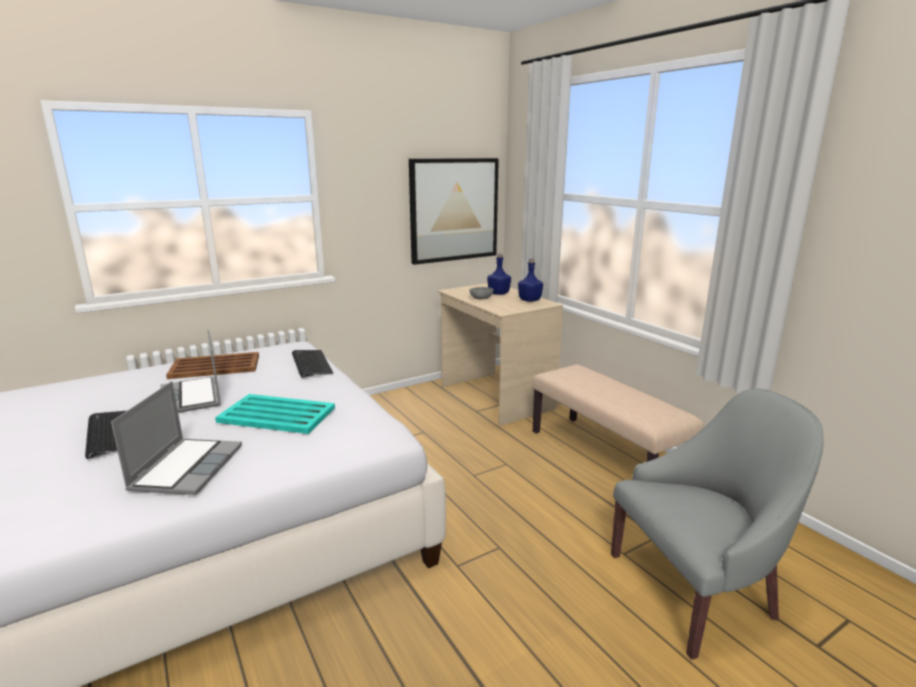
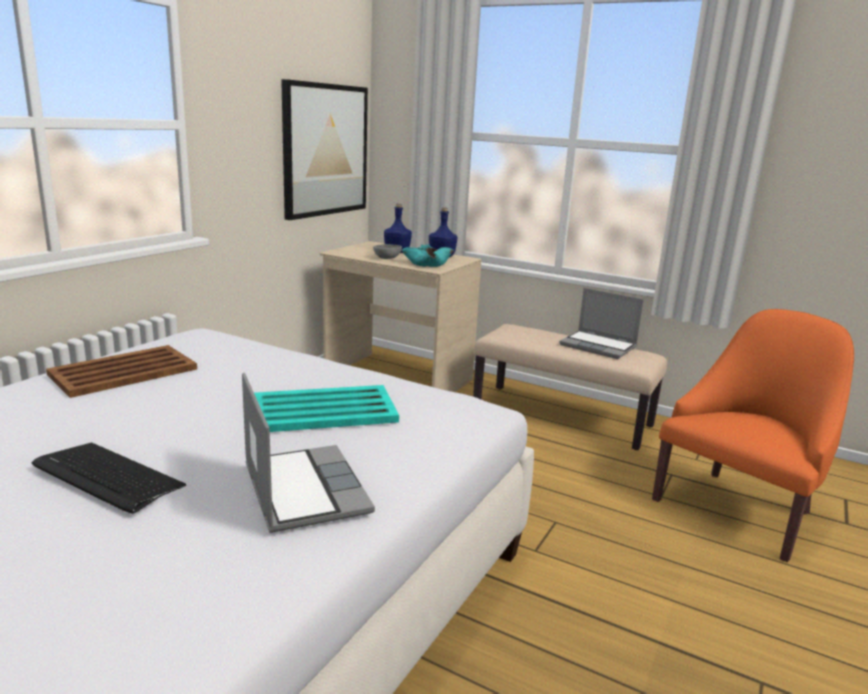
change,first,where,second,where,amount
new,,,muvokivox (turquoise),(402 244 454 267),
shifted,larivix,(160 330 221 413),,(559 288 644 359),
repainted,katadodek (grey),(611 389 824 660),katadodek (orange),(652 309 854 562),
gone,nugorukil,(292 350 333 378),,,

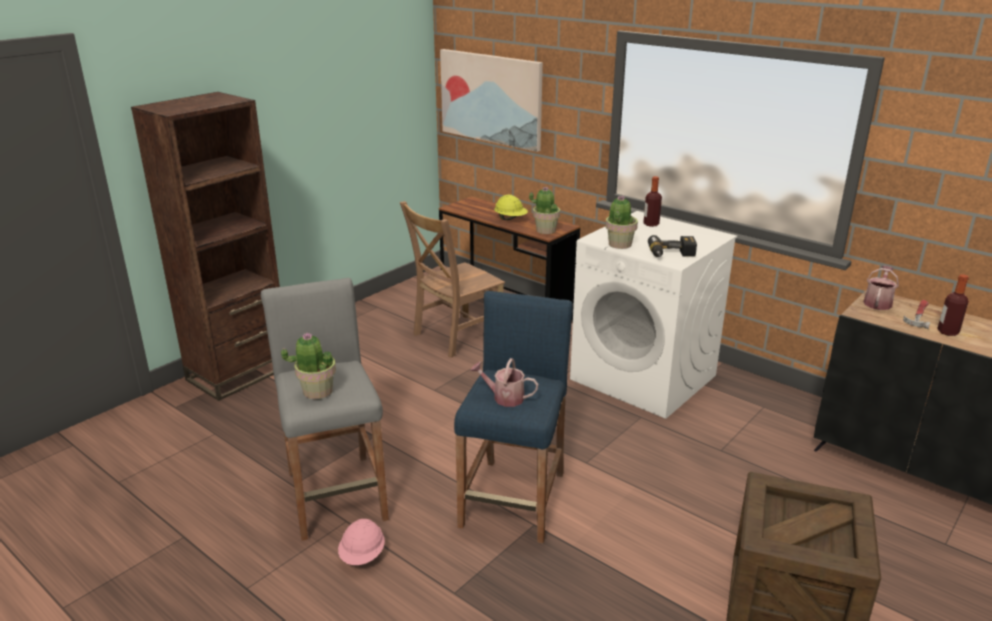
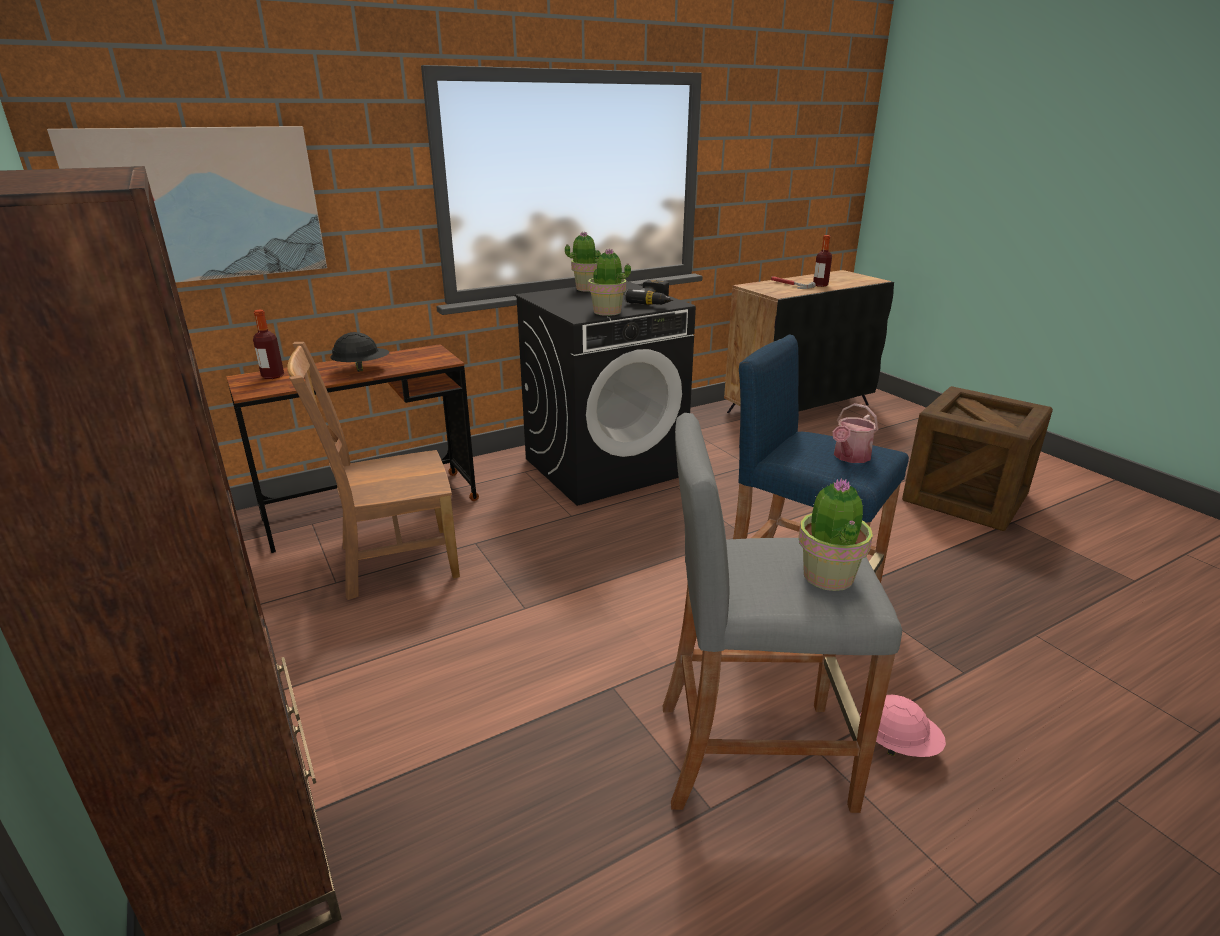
change,first,where,second,where,amount
shifted,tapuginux,(643 176 662 227),,(253 310 284 379),
rotated,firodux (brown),(400 201 505 358),,(287 342 460 600),90 degrees clockwise
repainted,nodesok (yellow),(494 194 528 220),nodesok (black),(330 332 389 372),
repainted,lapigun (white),(570 211 737 419),lapigun (black),(515 281 696 506),
shifted,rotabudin,(529 187 560 234),,(565 231 601 292),
gone,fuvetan,(863 266 899 310),,,

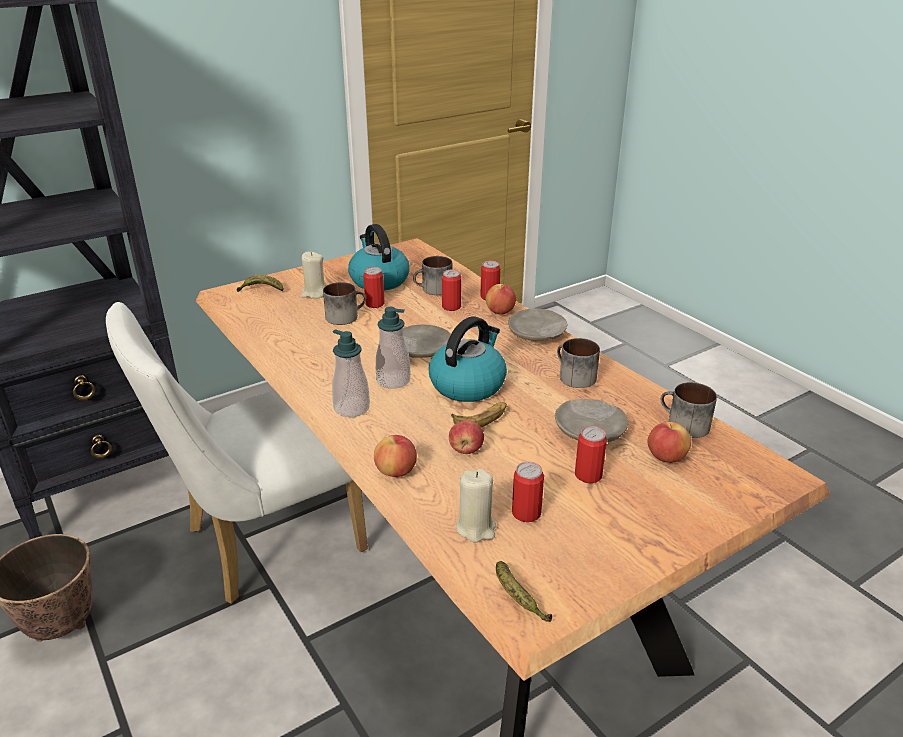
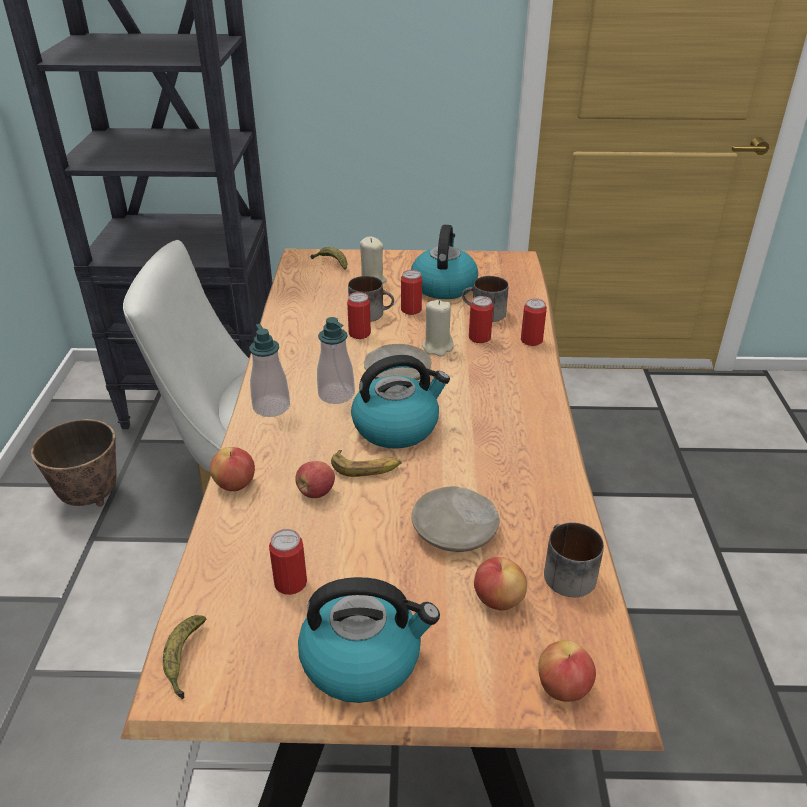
change,first,where,second,where,amount
new,,,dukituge,(298 577 440 703),
shifted,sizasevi,(575 426 607 483),,(347 292 371 339),
shifted,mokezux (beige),(456 469 496 542),,(422 300 454 357),
shifted,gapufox,(486 284 516 315),,(538 640 596 702),
gone,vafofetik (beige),(508 308 567 341),,,
gone,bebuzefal,(557 338 600 388),,,

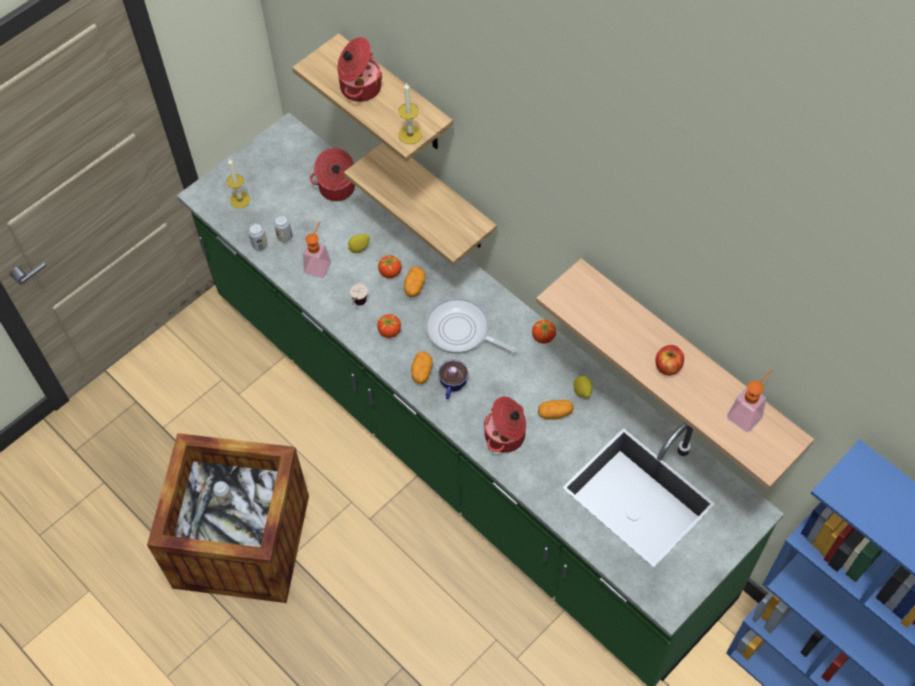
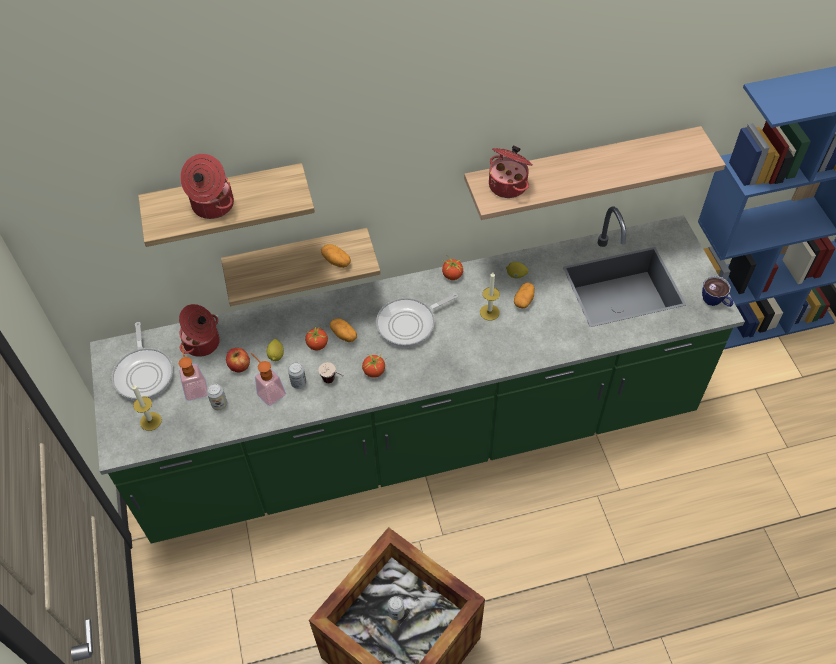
change,first,where,second,where,amount
new,,,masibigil,(112 322 173 401),
shifted,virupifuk,(727 370 772 432),,(179 345 208 401),
shifted,gapufox,(655 345 684 376),,(226 348 250 372),
shifted,sizasevi,(248 223 267 251),,(288 362 307 389),
shifted,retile,(411 351 433 384),,(321 244 351 268),
shifted,mokezux,(398 82 422 144),,(480 272 500 321),
shifted,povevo,(484 396 526 453),,(489 145 533 198),
shifted,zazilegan,(438 359 469 399),,(702 276 734 307),

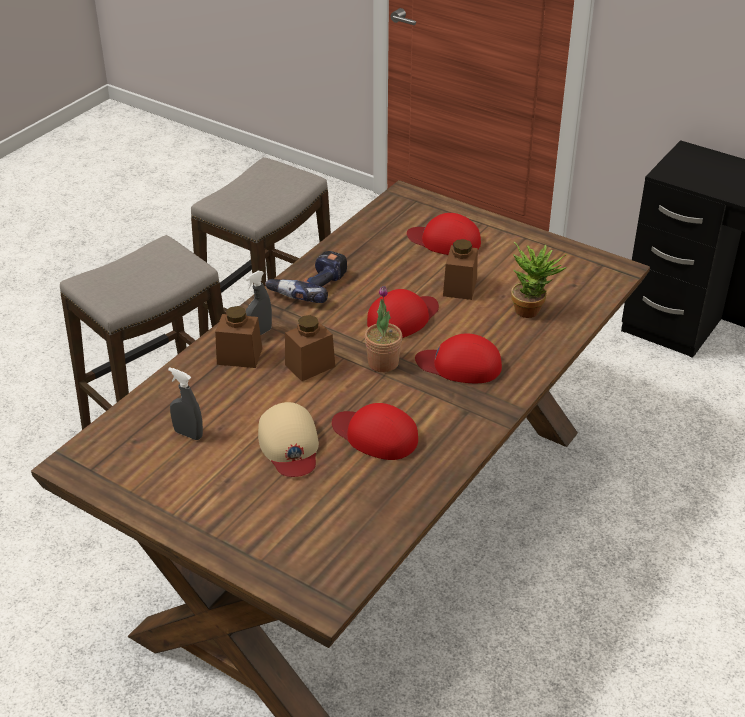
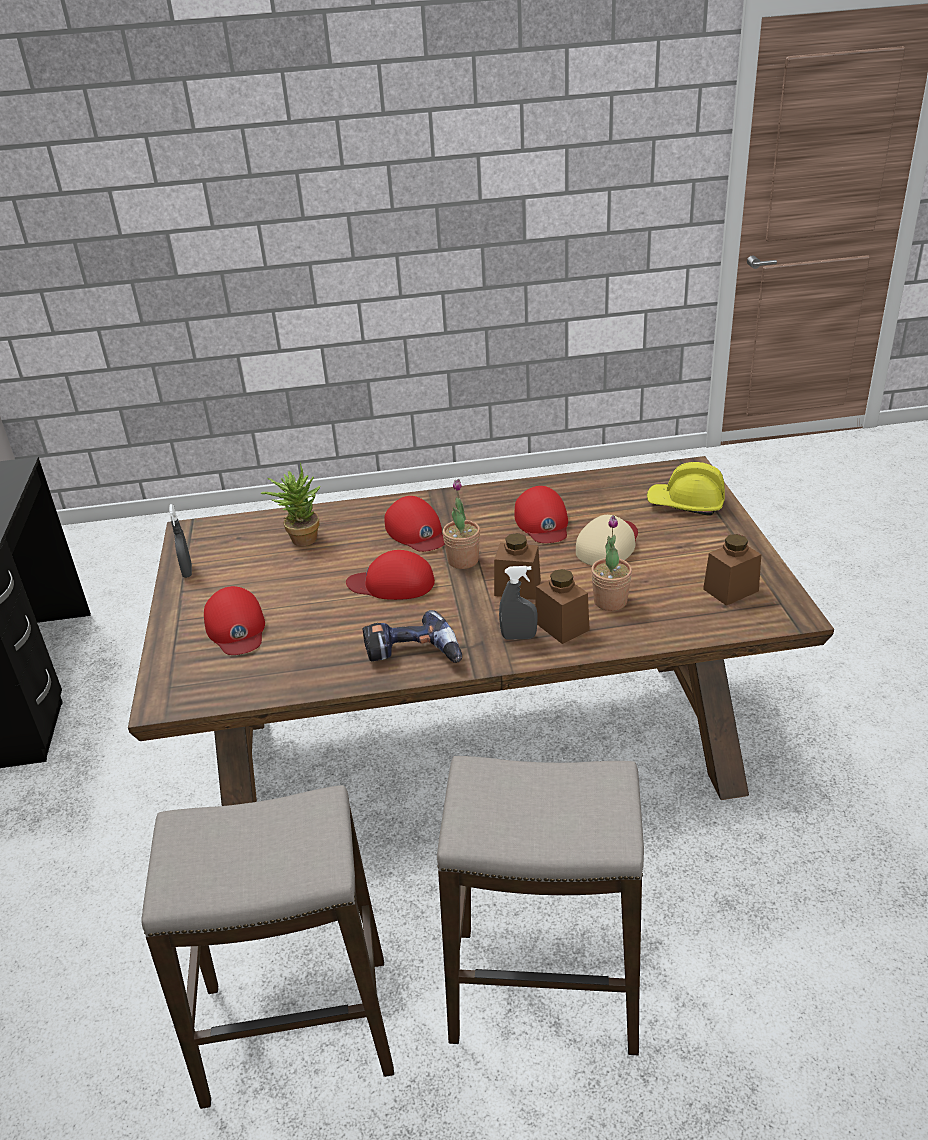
change,first,where,second,where,amount
shifted,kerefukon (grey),(168 367 203 440),,(169 504 192 578),
new,,,rotabudin,(591 515 632 611),
new,,,nodesok (yellow),(647 462 725 515),
shifted,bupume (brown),(443 239 478 300),,(703 534 761 606),

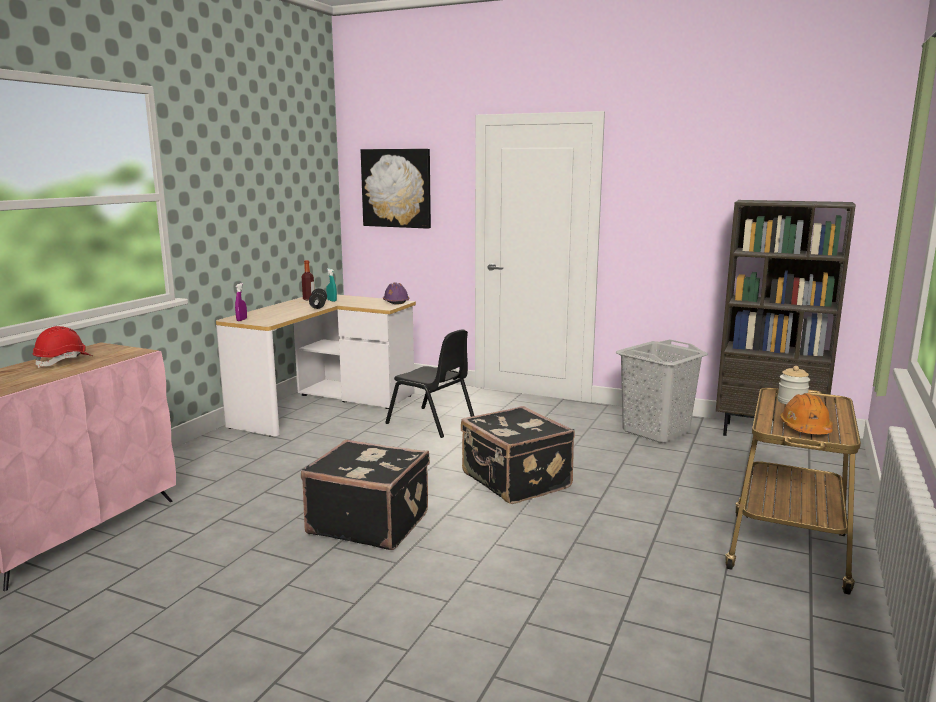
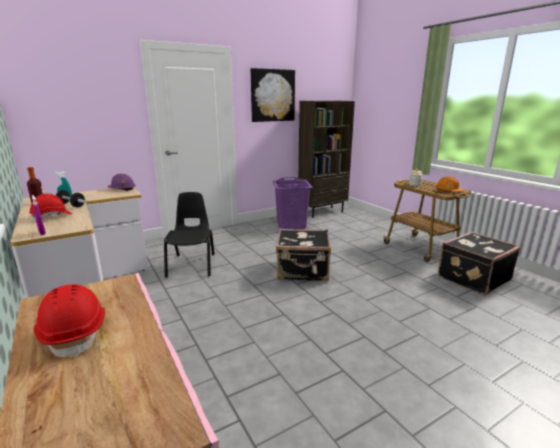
change,first,where,second,where,amount
new,,,nodesok (red),(29 193 72 222),
rotated,firodux (black),(385 329 474 438),,(164 192 215 278),75 degrees counterclockwise
shifted,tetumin,(361 149 431 229),,(251 68 295 122),
repainted,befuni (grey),(615 339 708 443),befuni (purple),(273 177 313 229),
shifted,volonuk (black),(301 439 430 550),,(438 232 521 295),

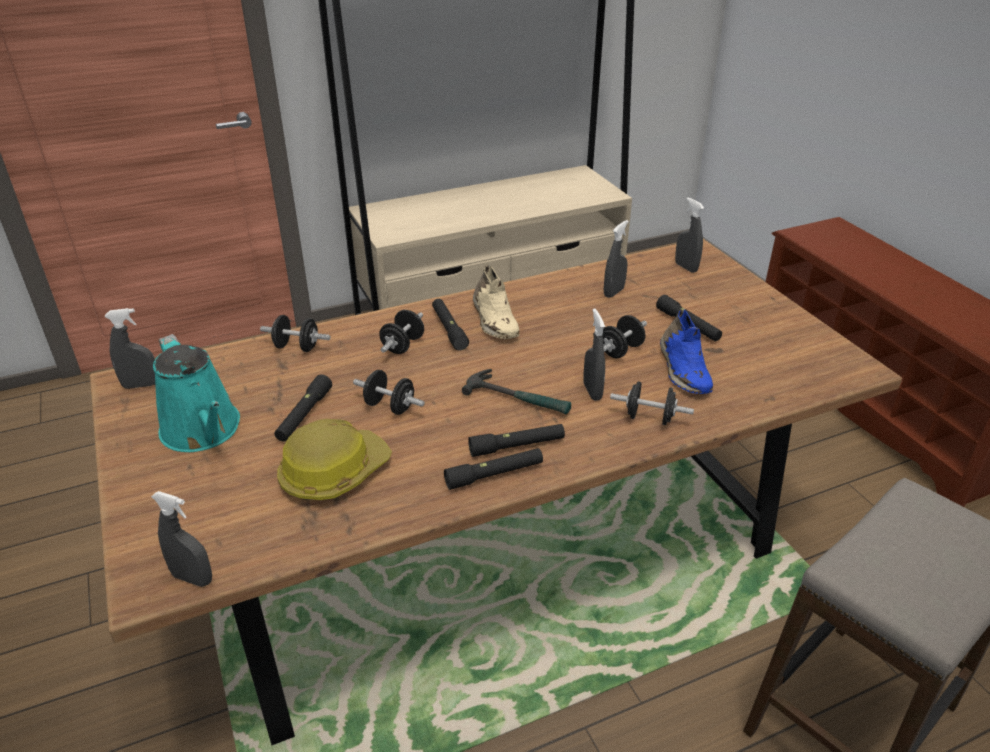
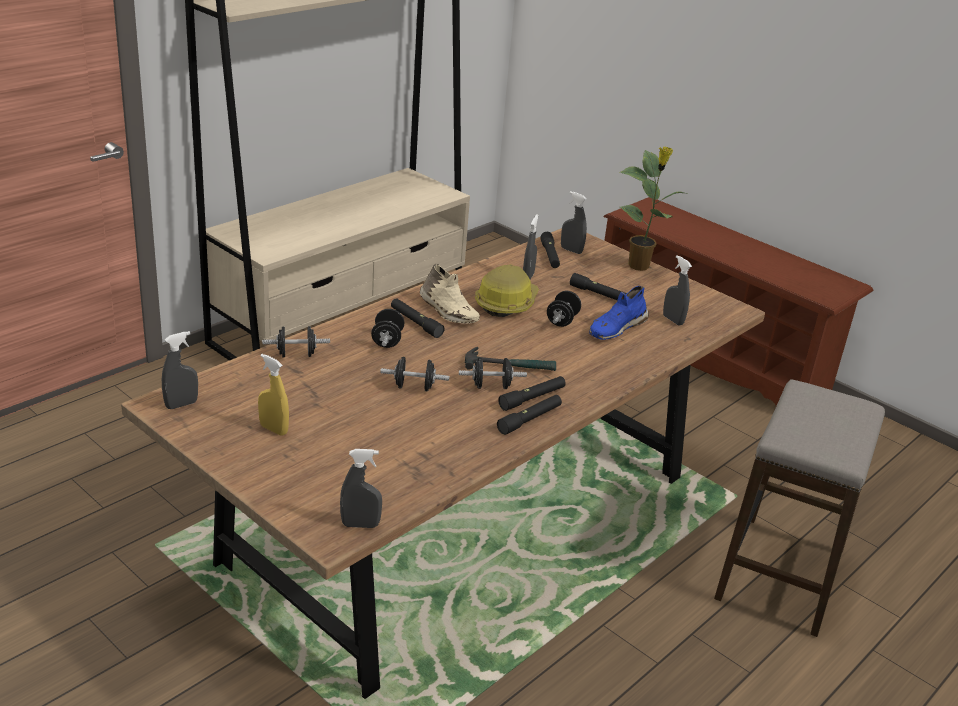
change,first,where,second,where,amount
swapped,fuvetan (turquoise),(153 334 240 452),kerefukon (yellow),(258 354 289 436),
shifted,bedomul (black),(610 382 694 425),,(459 357 527 389),
shifted,nodesok,(277 419 392 500),,(475 264 539 317),
shifted,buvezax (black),(274 374 332 441),,(540 232 560 268),
rotated,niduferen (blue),(660 309 713 394),,(589 286 649 340),75 degrees clockwise
new,,,rotabudin,(620 146 684 271),
shifted,kerefukon (grey),(583 309 605 401),,(663 255 692 326),

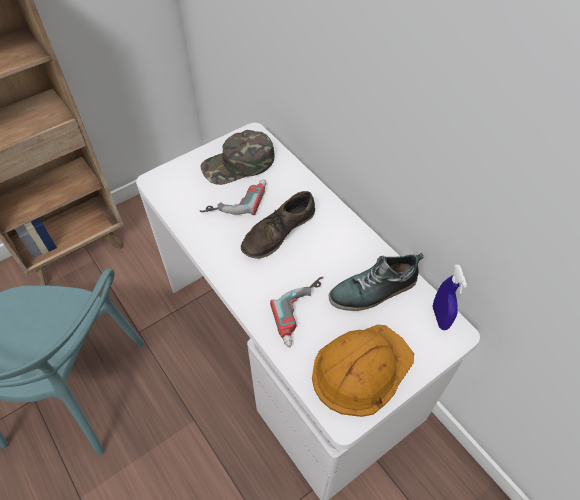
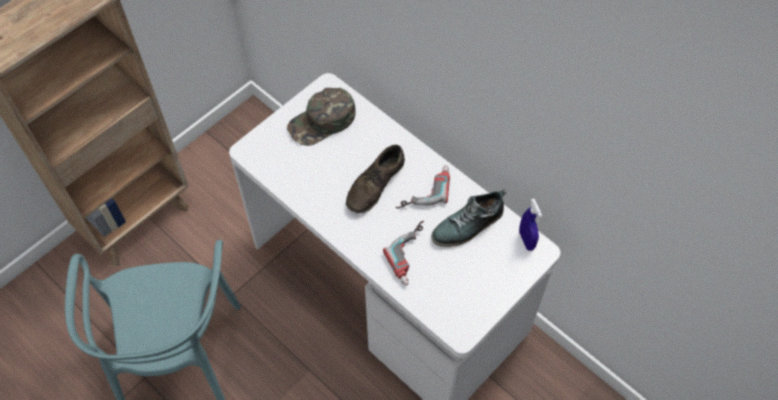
change,first,where,second,where,amount
shifted,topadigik,(200 179 266 215),,(396 165 450 208),
gone,nodesok (orange),(312 325 414 417),,,

